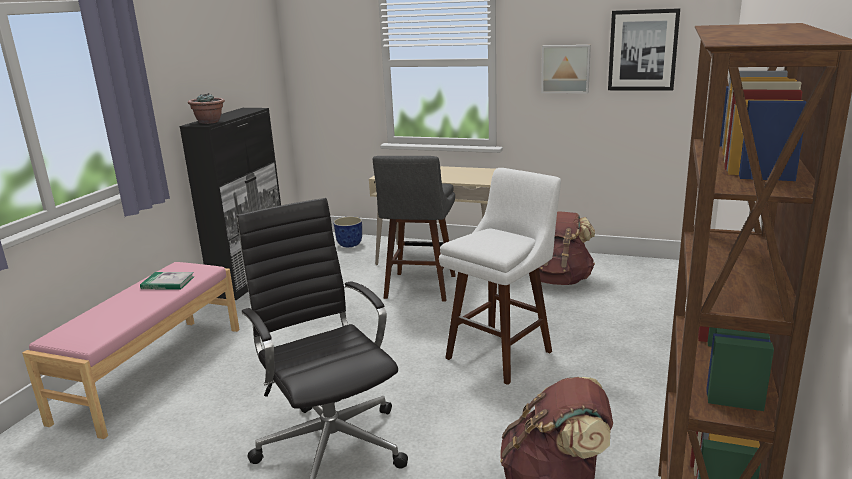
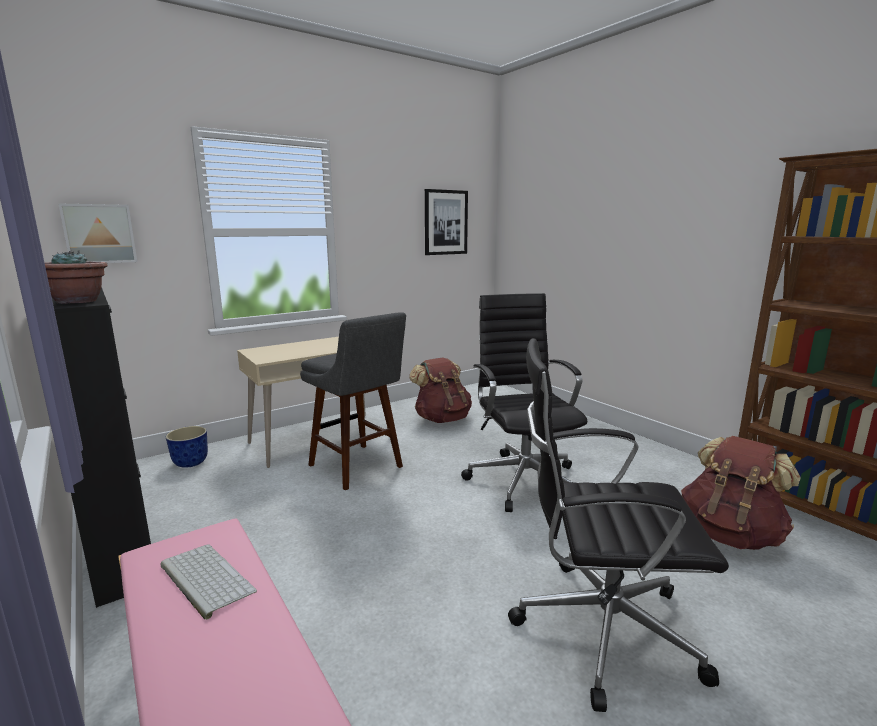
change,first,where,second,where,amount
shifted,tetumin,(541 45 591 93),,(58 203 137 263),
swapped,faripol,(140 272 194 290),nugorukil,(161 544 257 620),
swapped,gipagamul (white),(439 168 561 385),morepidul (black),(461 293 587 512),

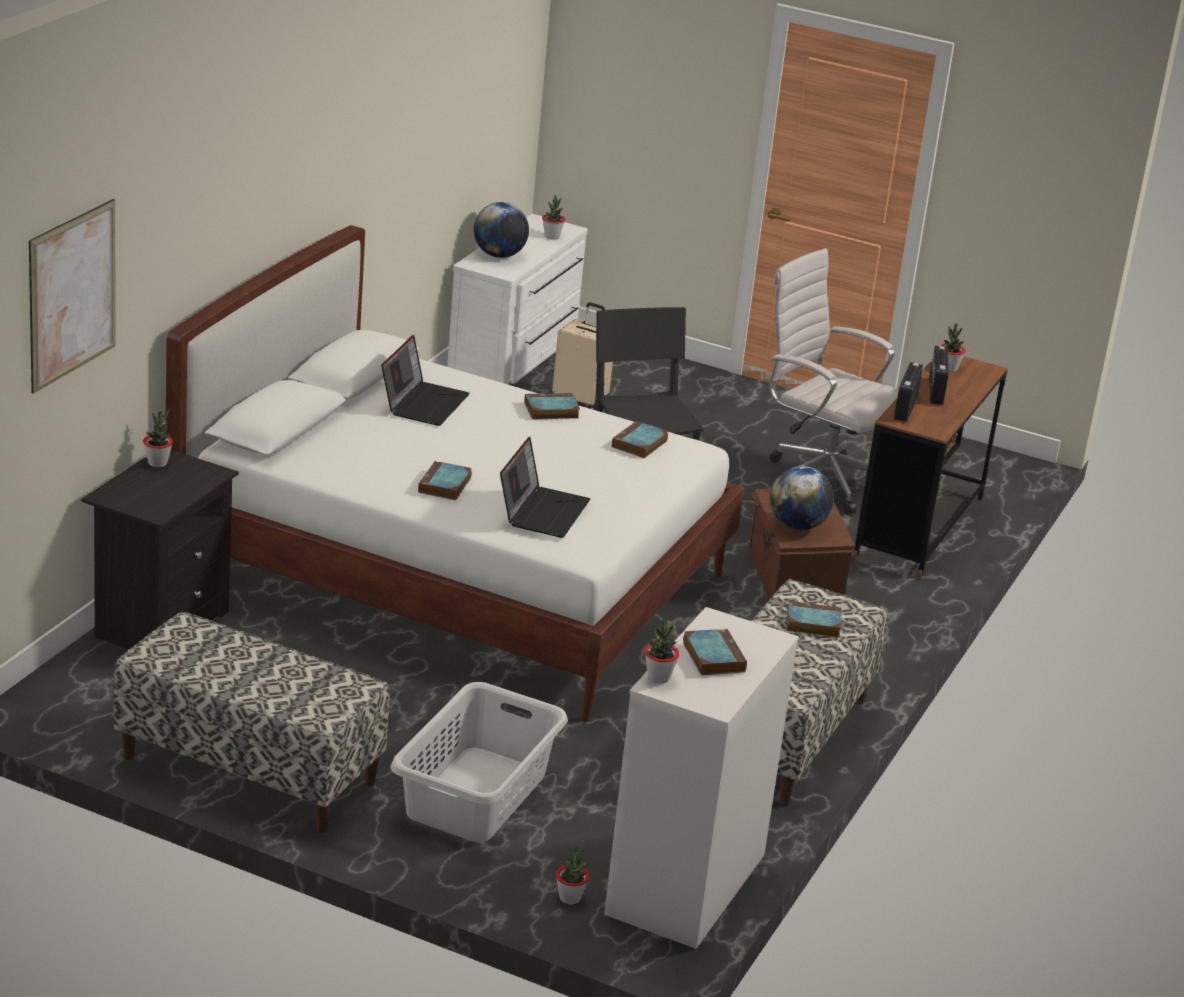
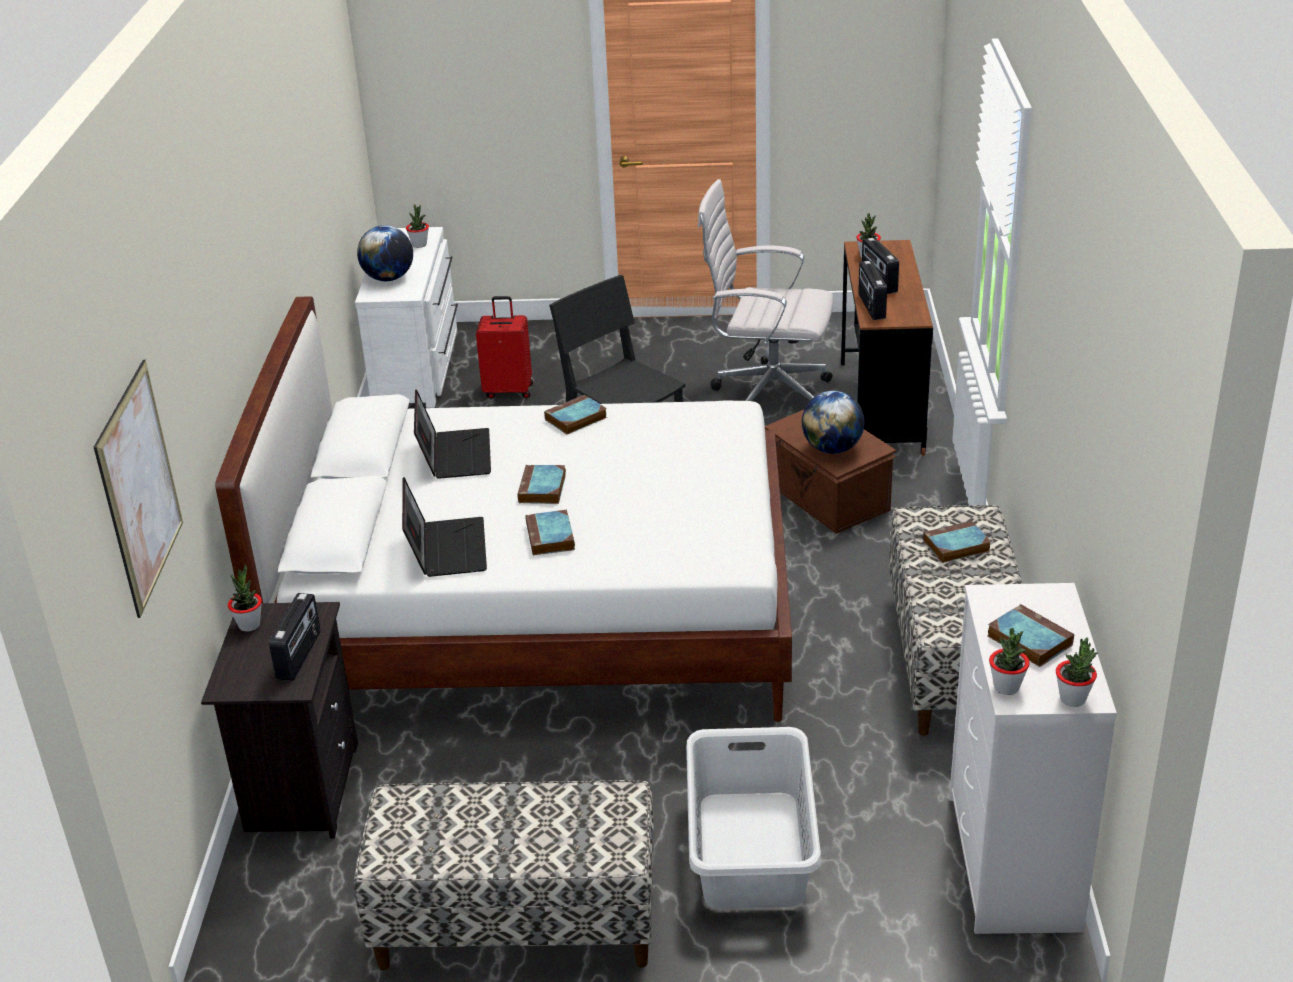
change,first,where,second,where,amount
new,,,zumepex,(269 593 321 681),
shifted,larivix,(500 437 590 538),,(402 477 487 577),
repainted,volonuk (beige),(552 302 613 410),volonuk (red),(476 296 533 399),
shifted,faripol,(612 421 669 458),,(518 465 566 504),
shifted,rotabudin,(556 846 589 905),,(1056 637 1098 707),

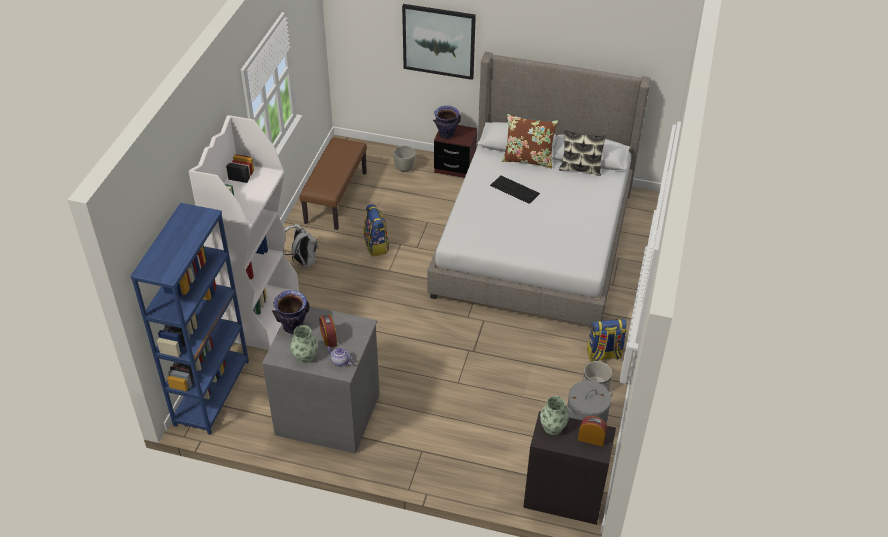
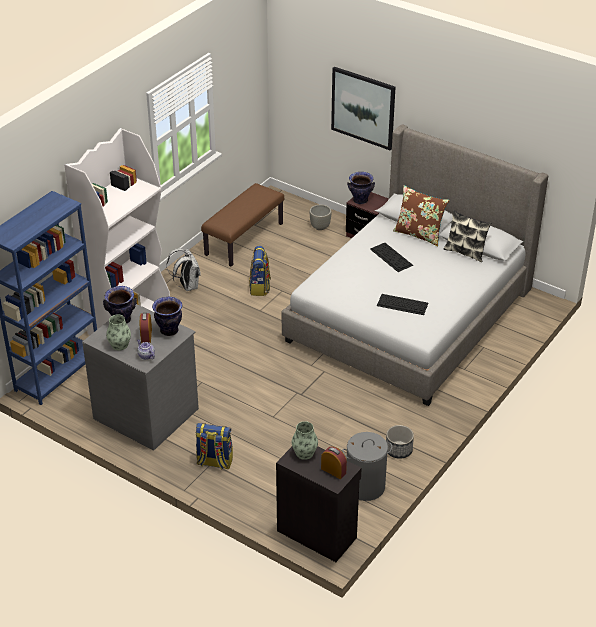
change,first,where,second,where,amount
new,,,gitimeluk,(152 297 182 336),
shifted,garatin,(587 319 627 361),,(195 423 233 470),
new,,,nugorukil,(377 294 428 315),

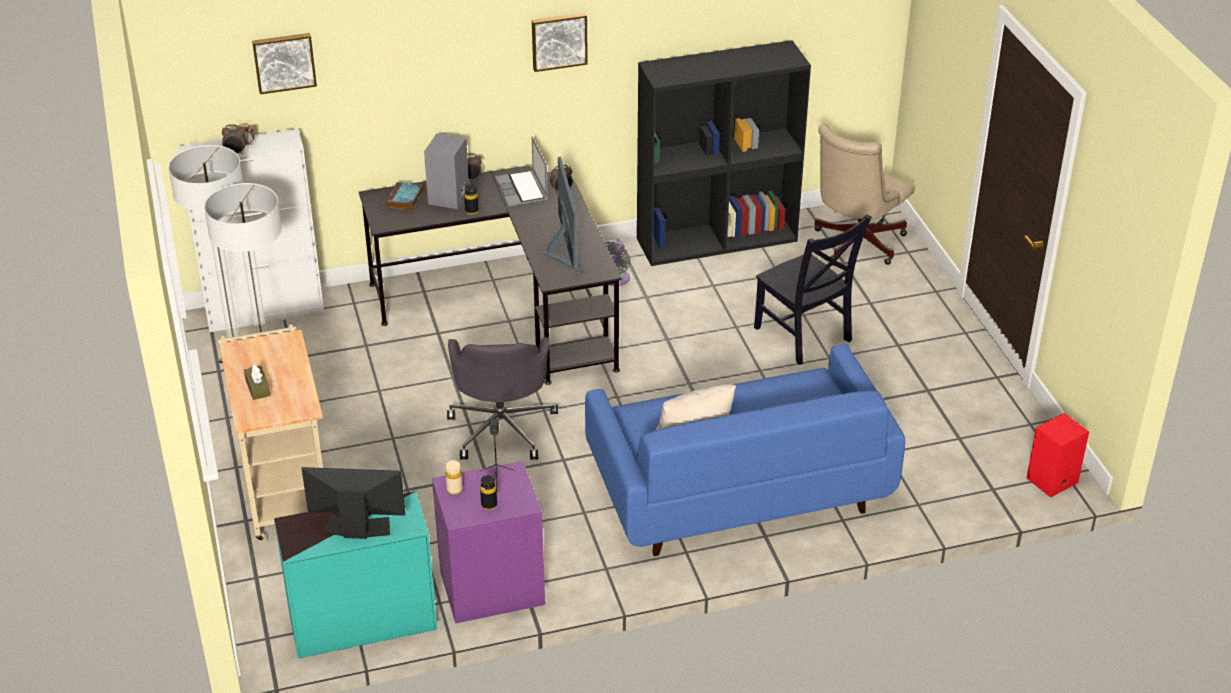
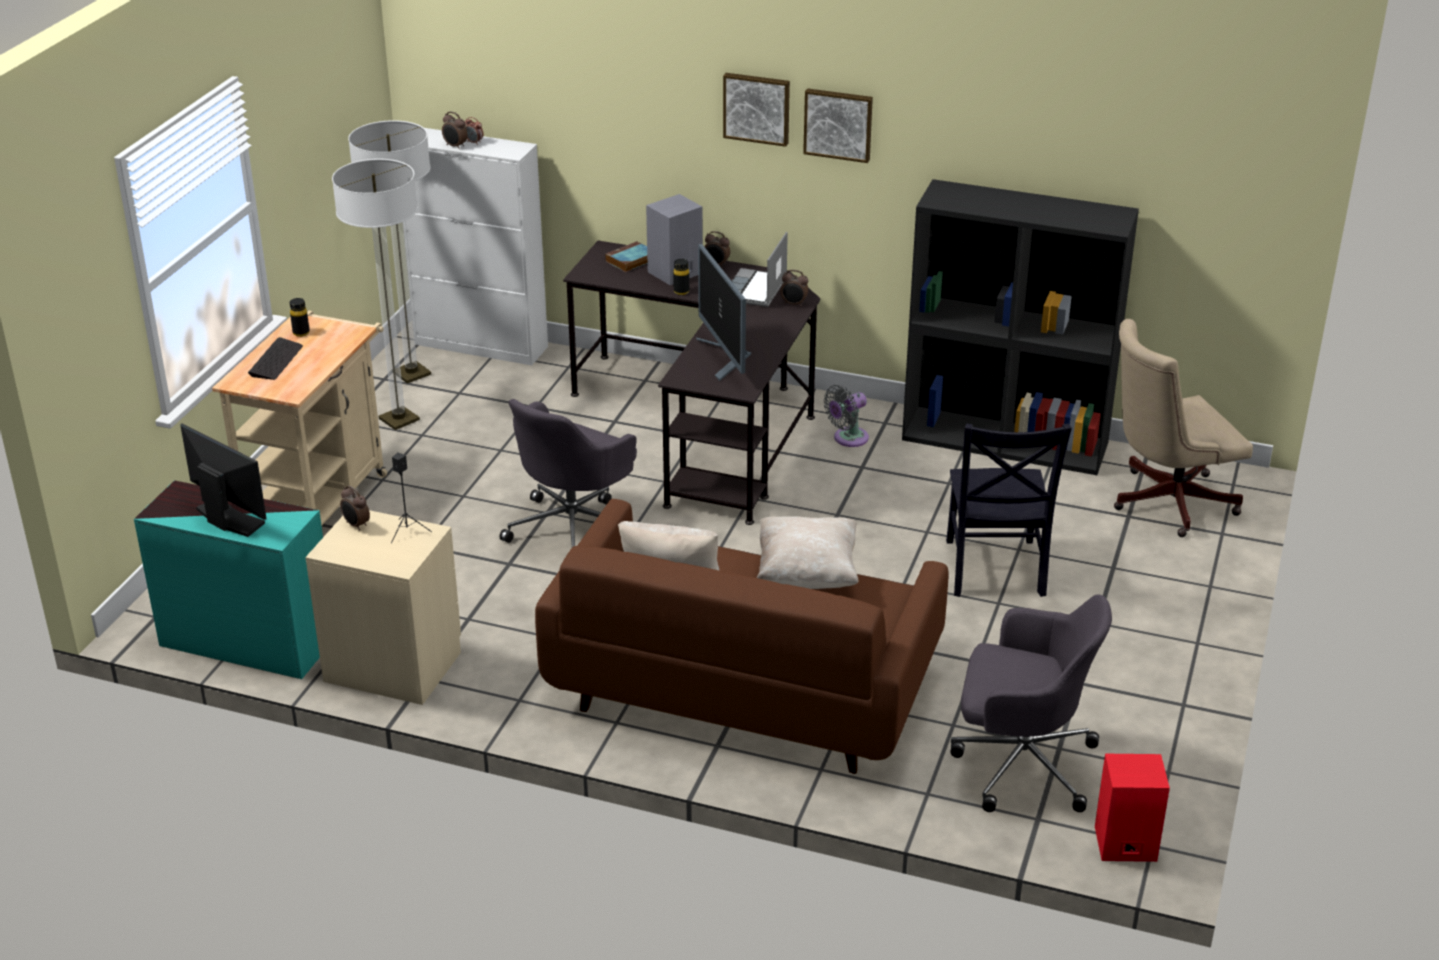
change,first,where,second,where,amount
swapped,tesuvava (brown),(244 364 271 400),nugorukil,(248 337 303 380),
shifted,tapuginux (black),(480 475 497 510),,(290 298 310 337),
repainted,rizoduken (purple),(432 461 545 624),rizoduken (beige),(305 510 461 705),
swapped,tapuginux (beige),(446 460 463 495),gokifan,(340 486 370 531),
repainted,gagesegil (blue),(585 344 905 556),gagesegil (brown),(535 499 949 774),
rotated,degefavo,(543 157 583 274),,(696 244 751 381),135 degrees clockwise
shifted,tetumin,(252 33 317 94),,(723 73 790 147),
new,,,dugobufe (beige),(757 516 858 589),
new,,,morepidul (grey),(950 594 1112 812),

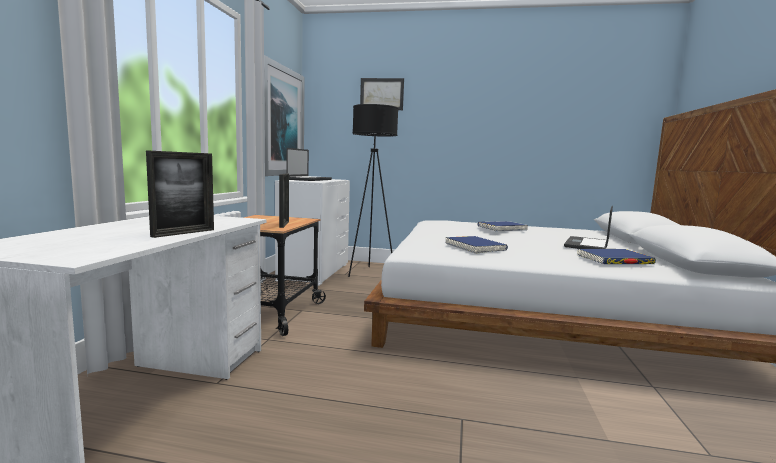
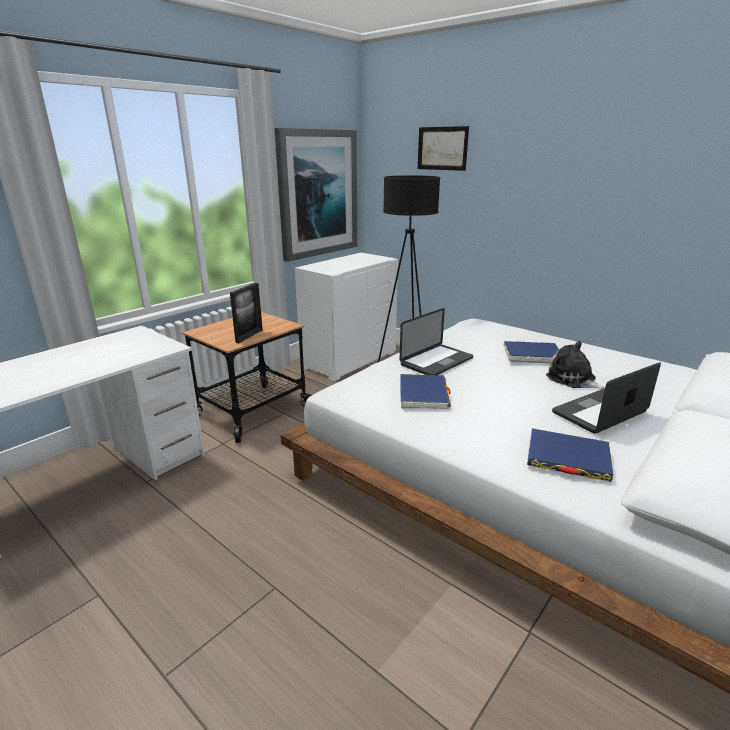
change,first,where,second,where,amount
shifted,larivix,(286 148 332 181),,(400 308 473 375),
new,,,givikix,(546 341 605 389),
gone,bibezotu,(146 150 214 238),,,

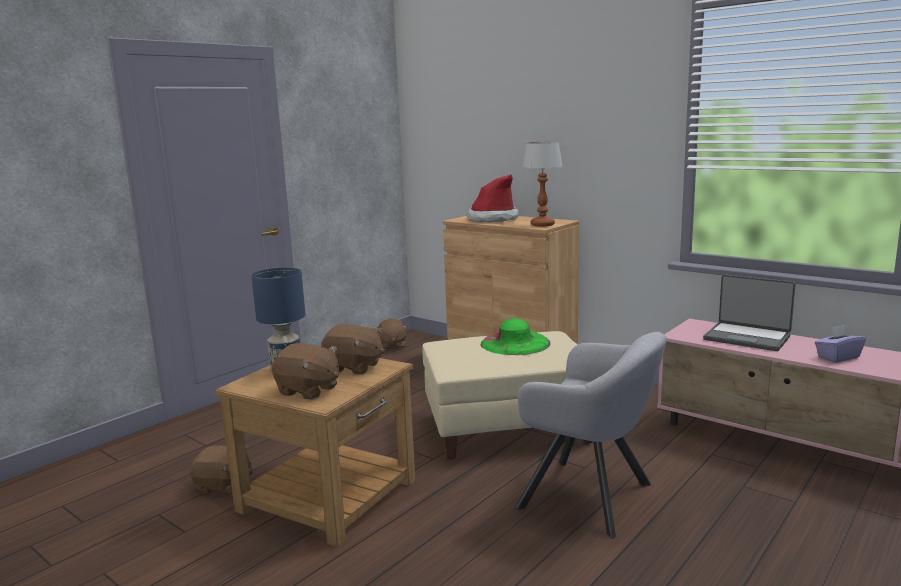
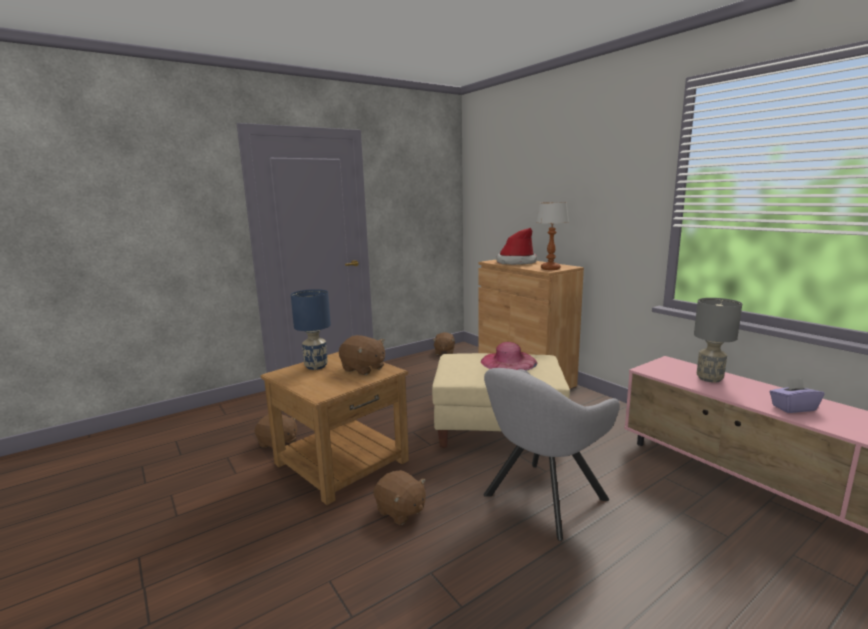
change,first,where,second,where,amount
shifted,givikix (brown),(272 343 339 400),,(373 470 426 525),
repainted,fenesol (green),(481 318 550 355),fenesol (pink),(481 342 537 371),
rotated,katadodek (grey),(515 332 667 539),,(484 368 620 541),90 degrees clockwise
swapped,larivix,(703 274 796 351),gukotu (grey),(694 298 742 383),

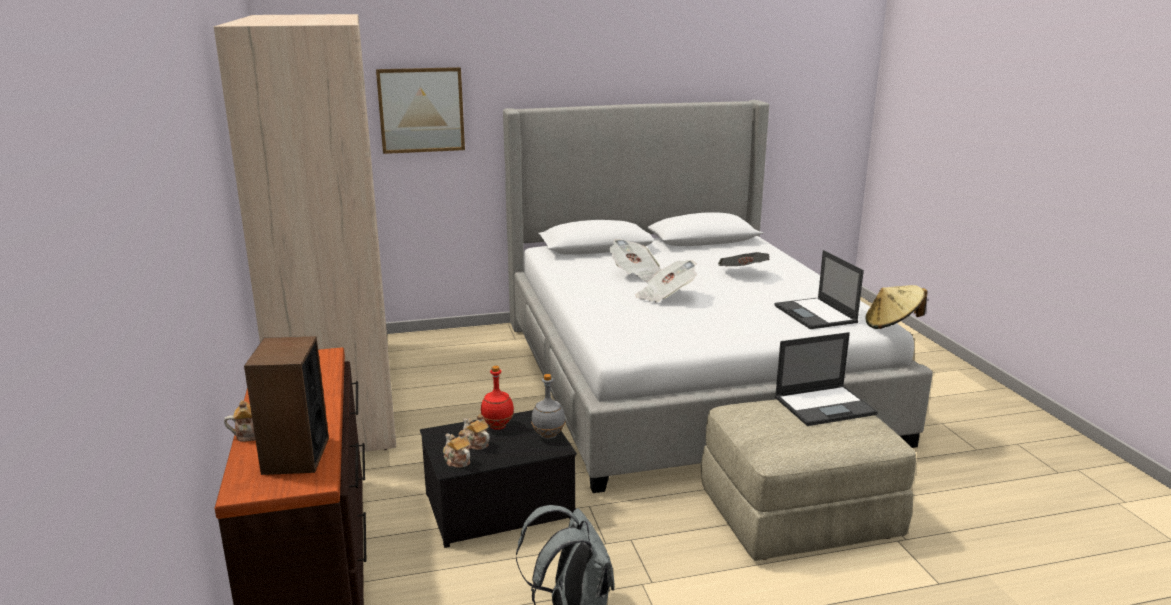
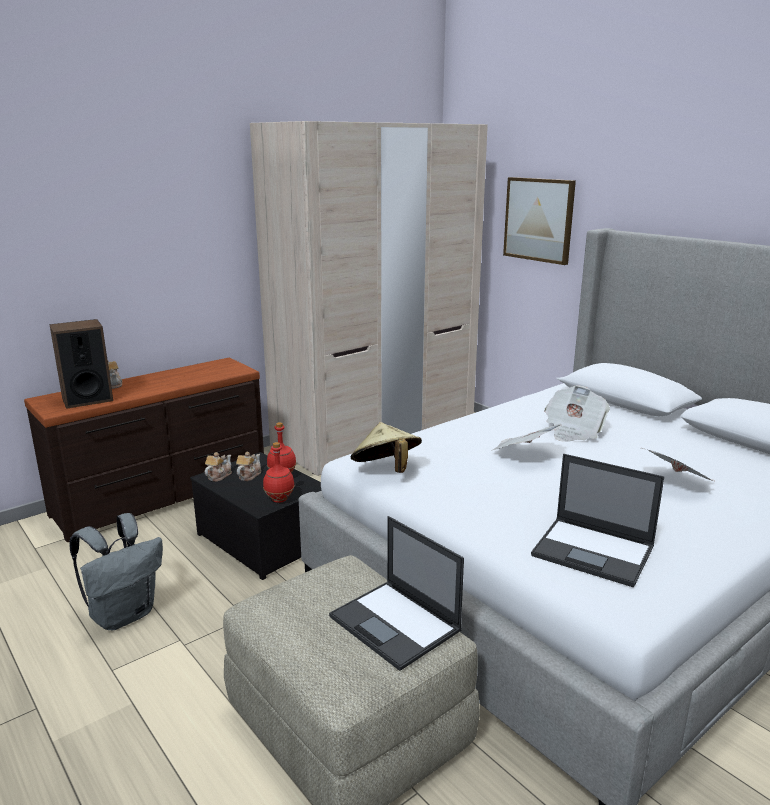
change,first,where,second,where,amount
repainted,tapuginux (grey),(531 374 565 439),tapuginux (red),(263 442 295 503),
shifted,fenesol (beige),(866 285 928 329),,(351 422 422 473),
rotated,larivix,(775 250 864 329),,(531 454 664 588),105 degrees counterclockwise

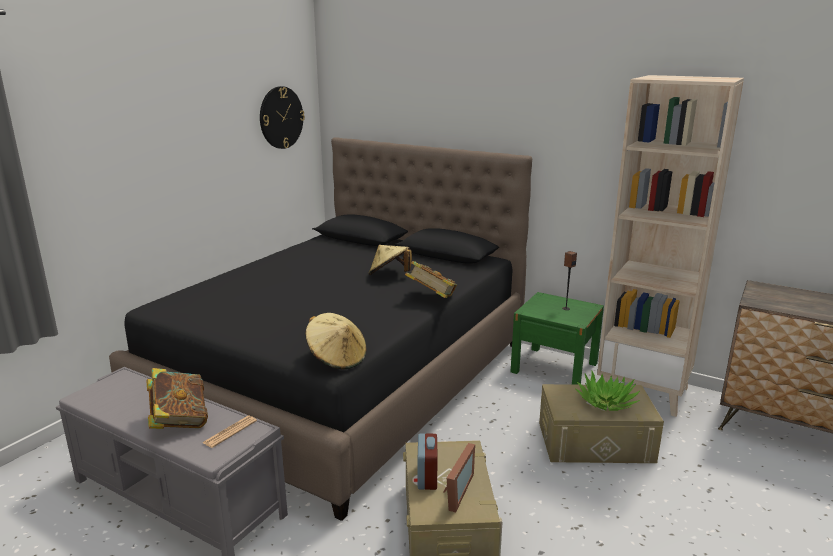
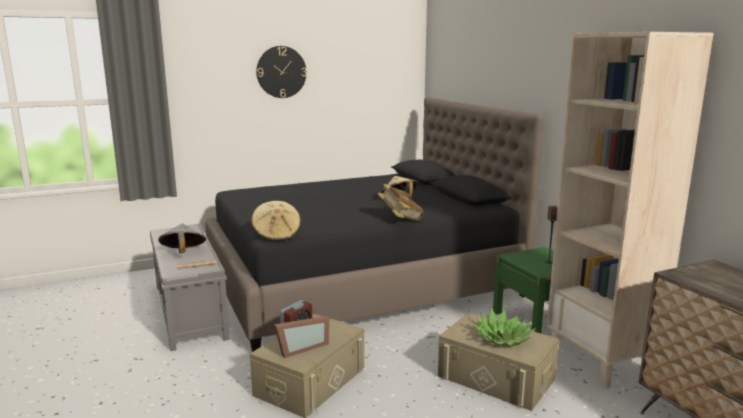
change,first,where,second,where,amount
swapped,faripol,(147 368 208 429),fenesol (grey),(158 224 206 253),
shifted,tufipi,(260 86 305 149),,(256 46 307 98),

